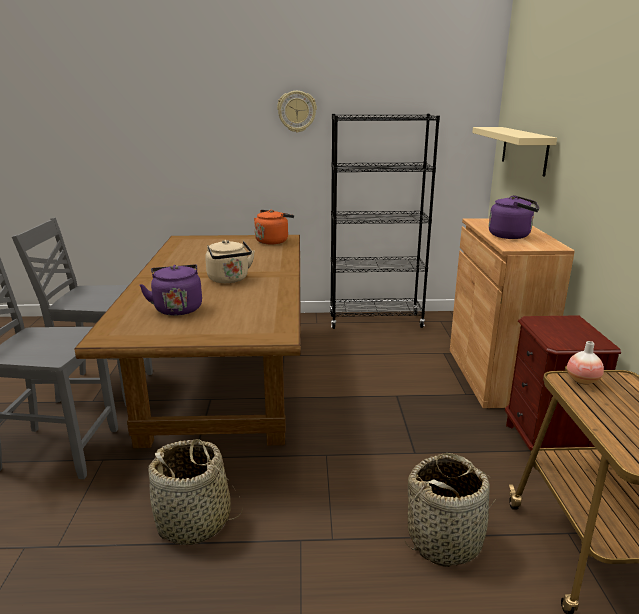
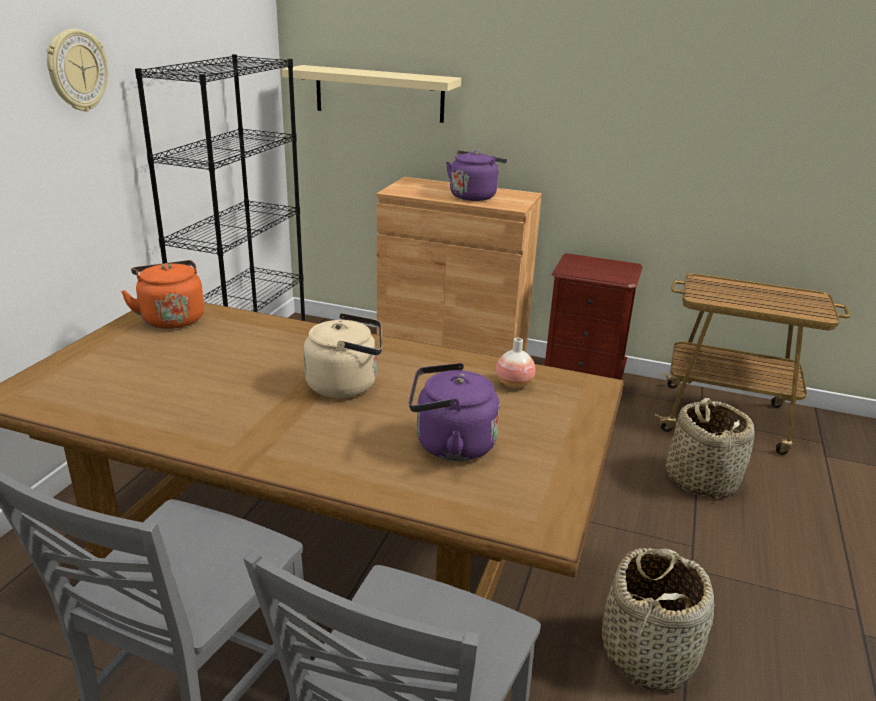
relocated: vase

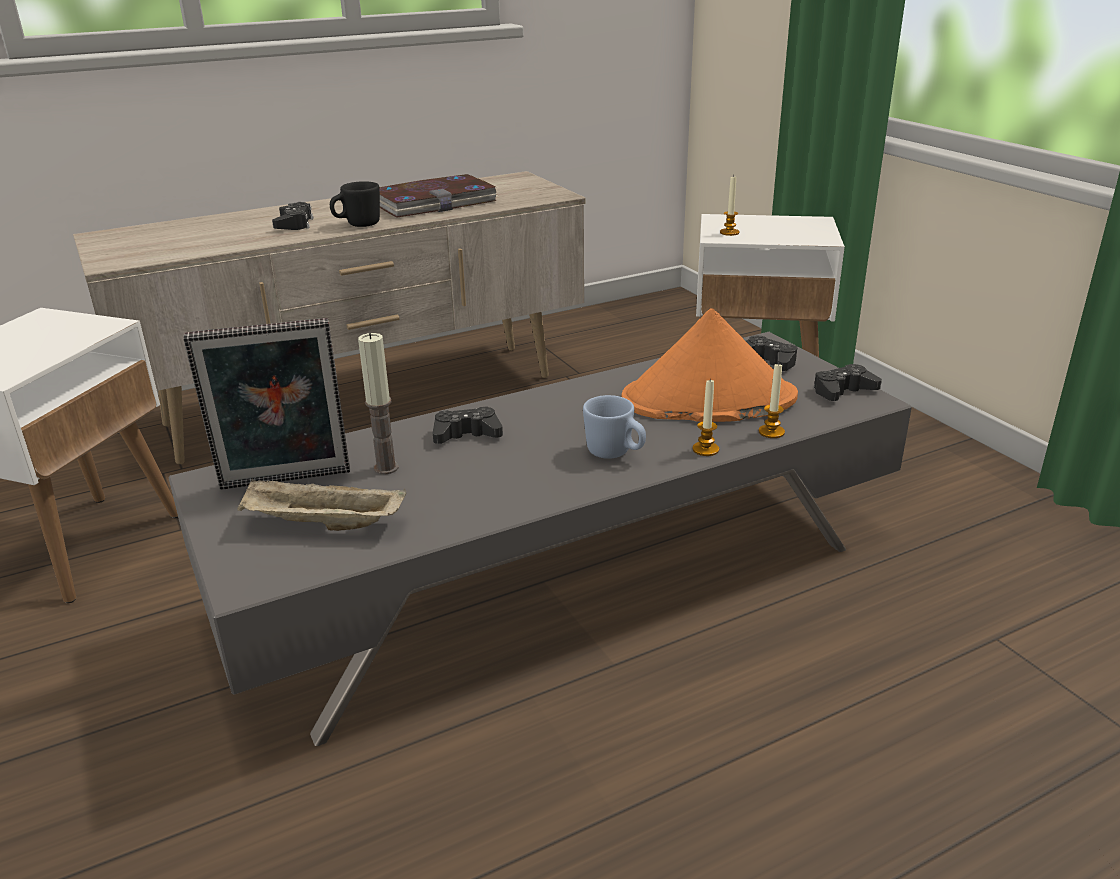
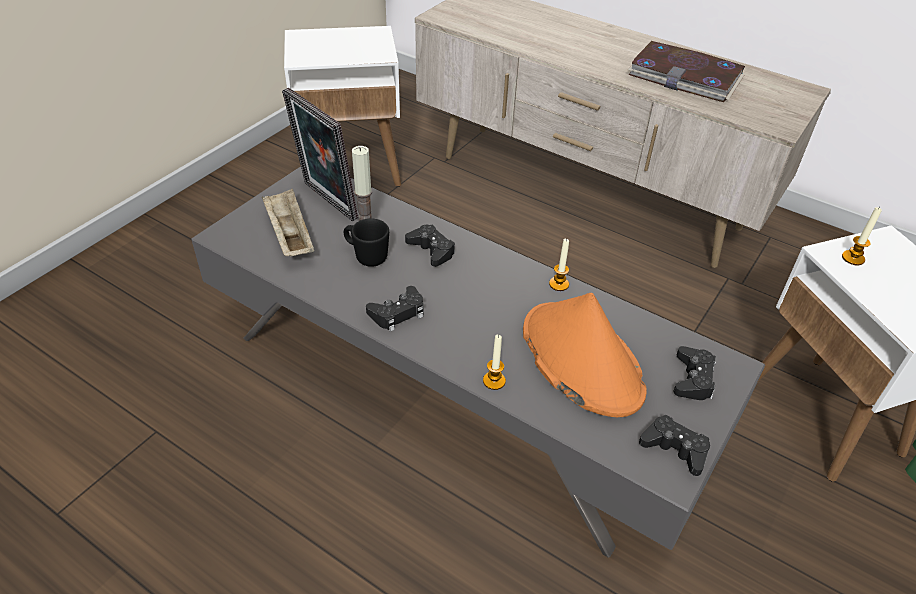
missing: blue_mug
relocated: black_game_controller (no. 1 from left); black_mug; candle (no. 4 from left in the first image) to candle (no. 3 from left)

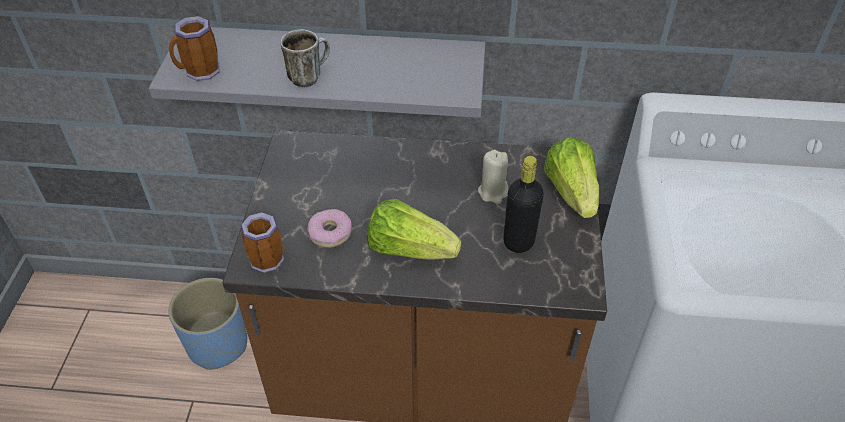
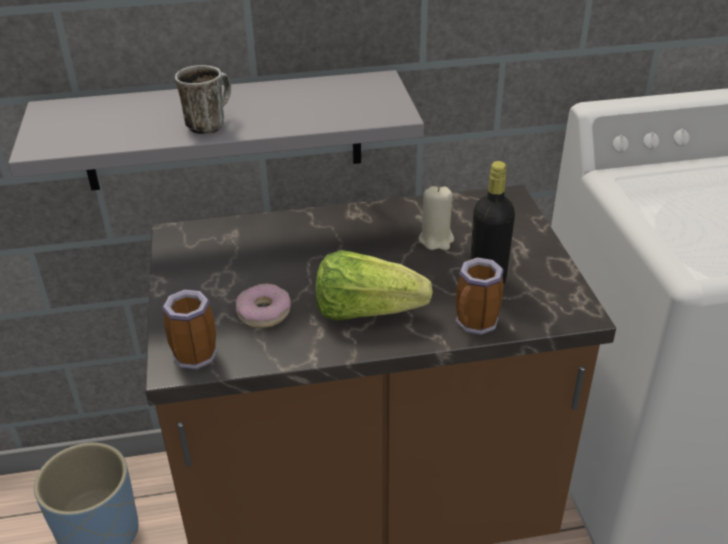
missing: lettuce (no. 2 from left)
relocated: mug (no. 1 from left in the first image) to mug (no. 3 from left)

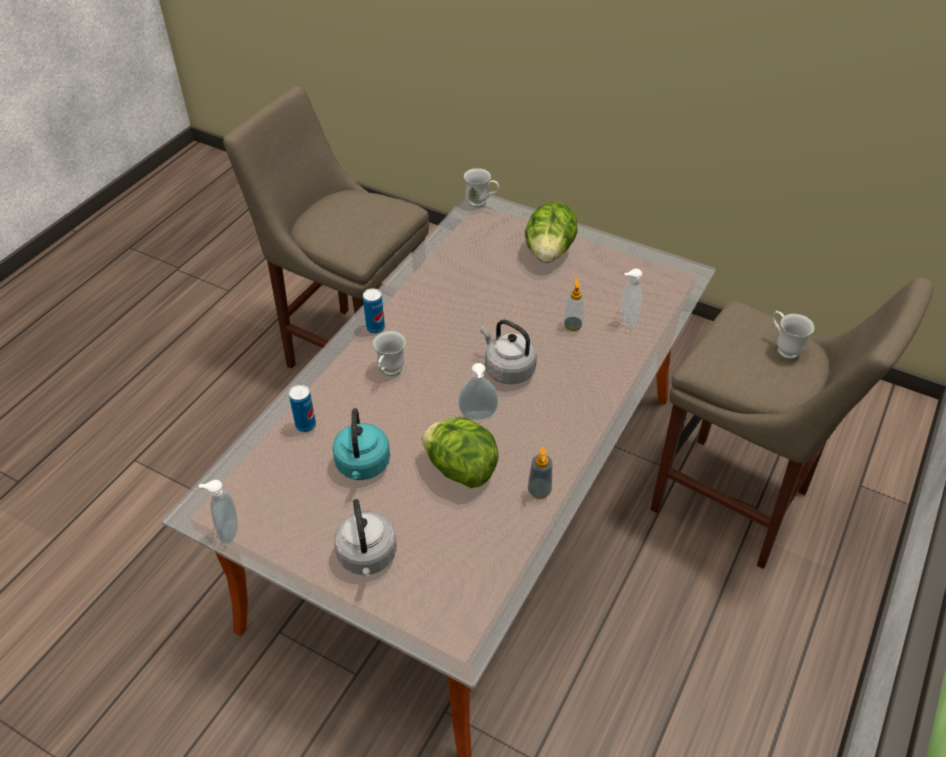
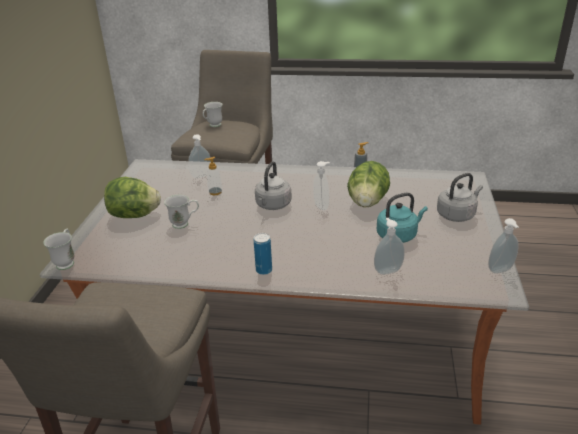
relocated: white_mug (no. 1 from left in the first image) to white_mug (no. 2 from left)
exchanged: can (no. 1 from left) to soap_dispenser (no. 5 from left)

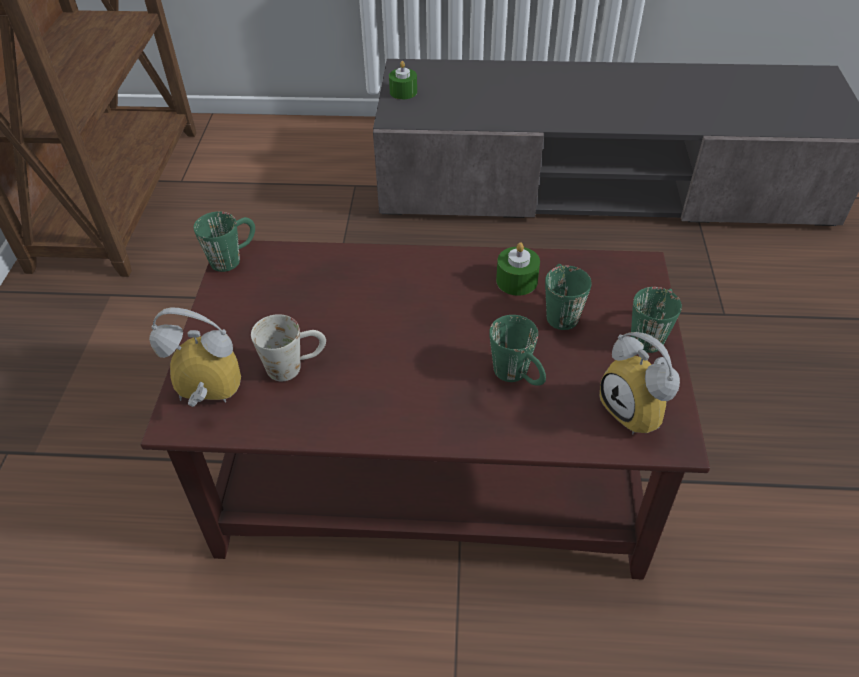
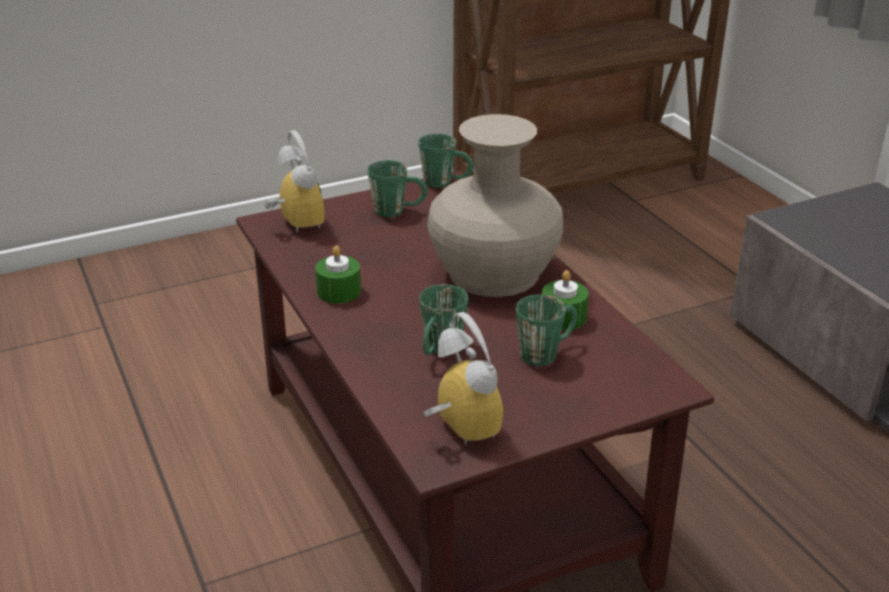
missing: white_mug
appeared: beige_vase
relocated: green_candle (no. 1 from left); green_mug (no. 4 from left in the first image) to green_mug (no. 1 from left)
spun: alarm_clock (no. 2 from left) 120 degrees clockwise

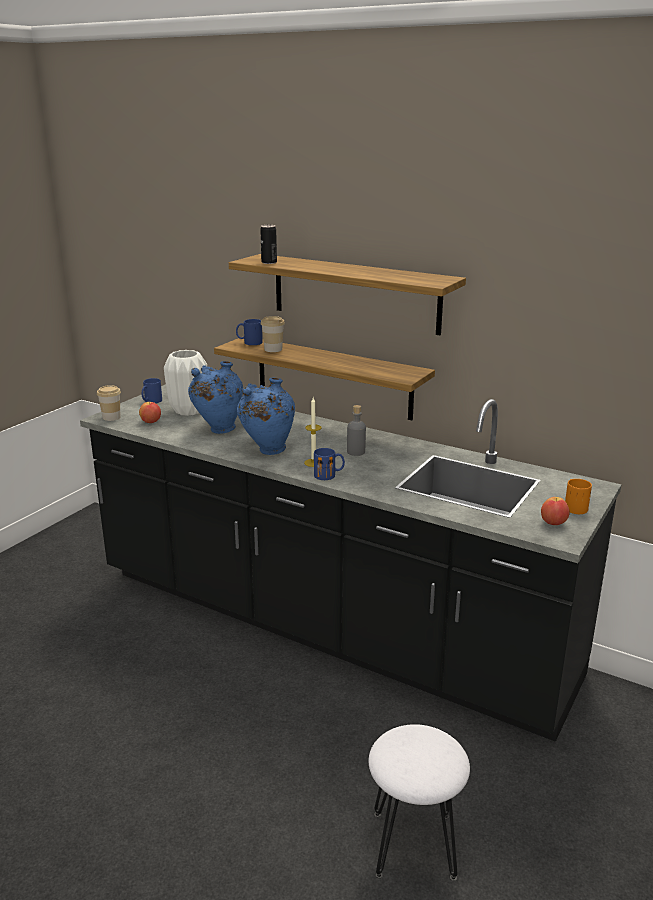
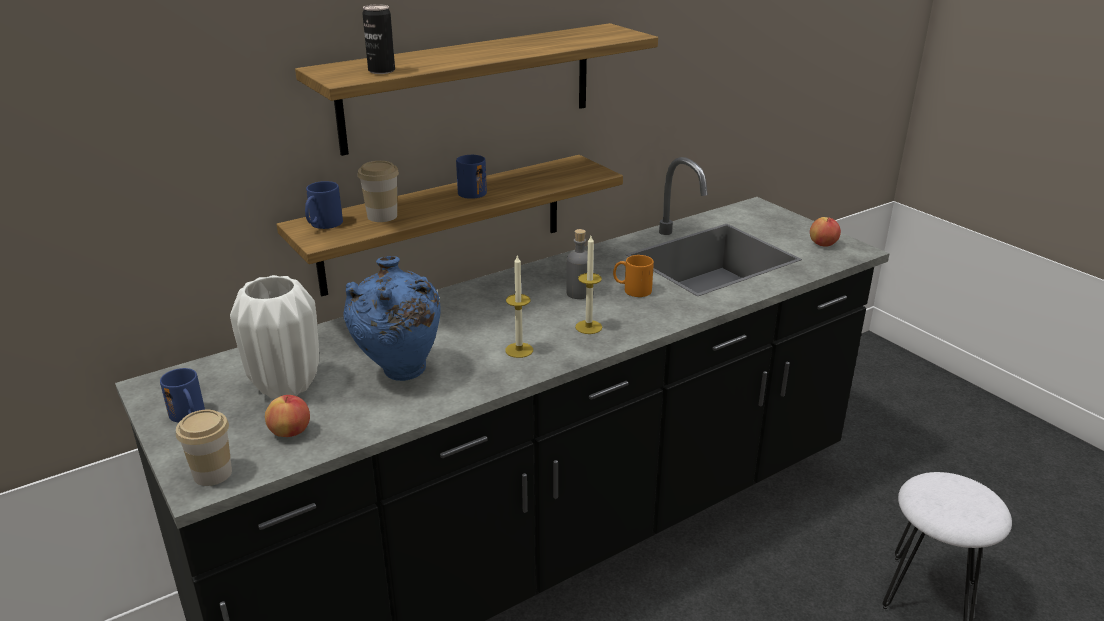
relocated: blue_mug (no. 3 from left); orange_mug
exchanged: blue_vase (no. 2 from left) to candle (no. 1 from left)

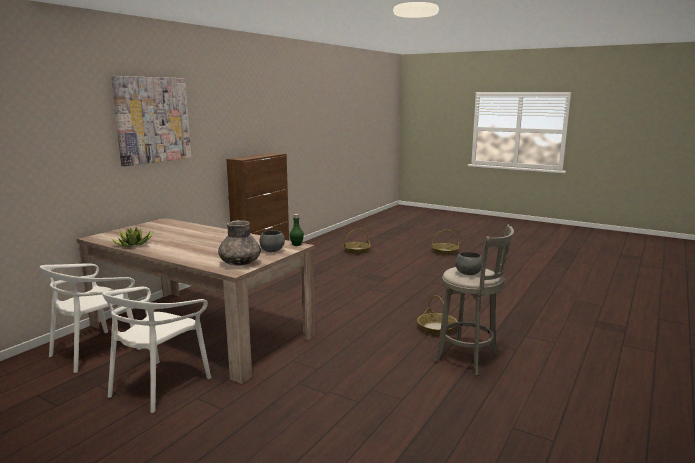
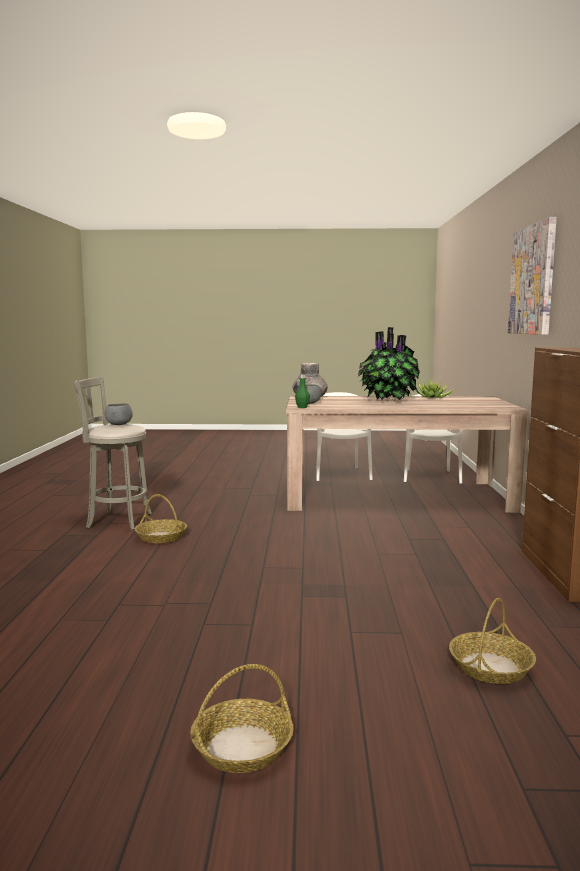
appeared: potted_plant (no. 1 from left)

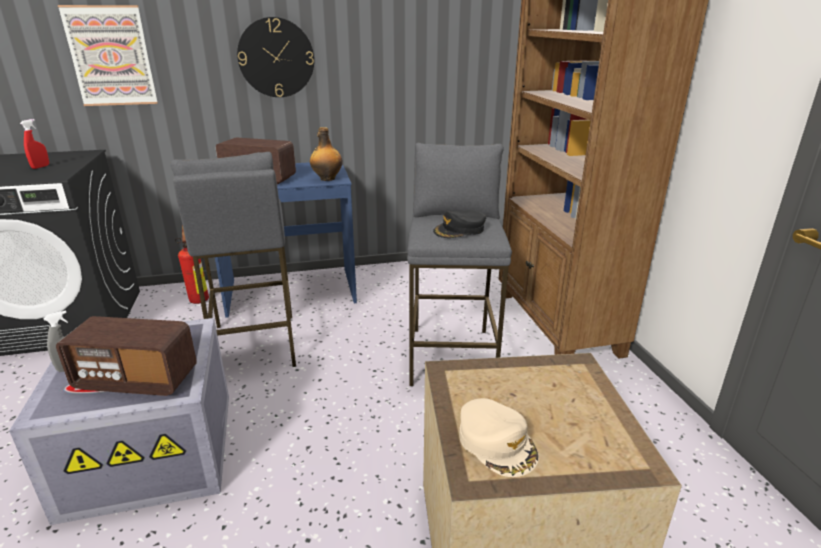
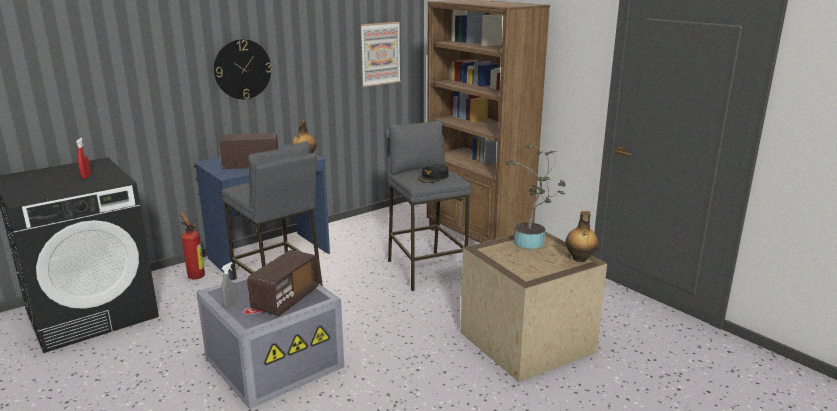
missing: beige_cap
appeared: potted_plant; bottle (no. 2 from left)
relocated: picture
spun: radio (no. 1 from left in the first image) 45 degrees counterclockwise

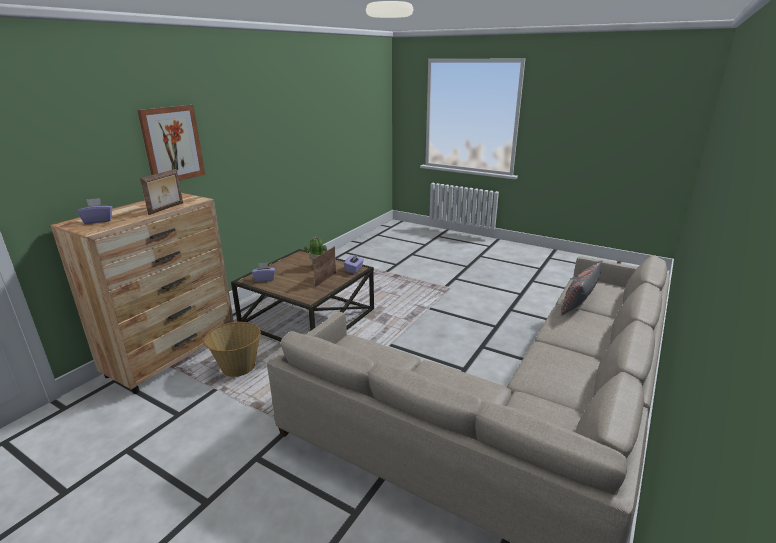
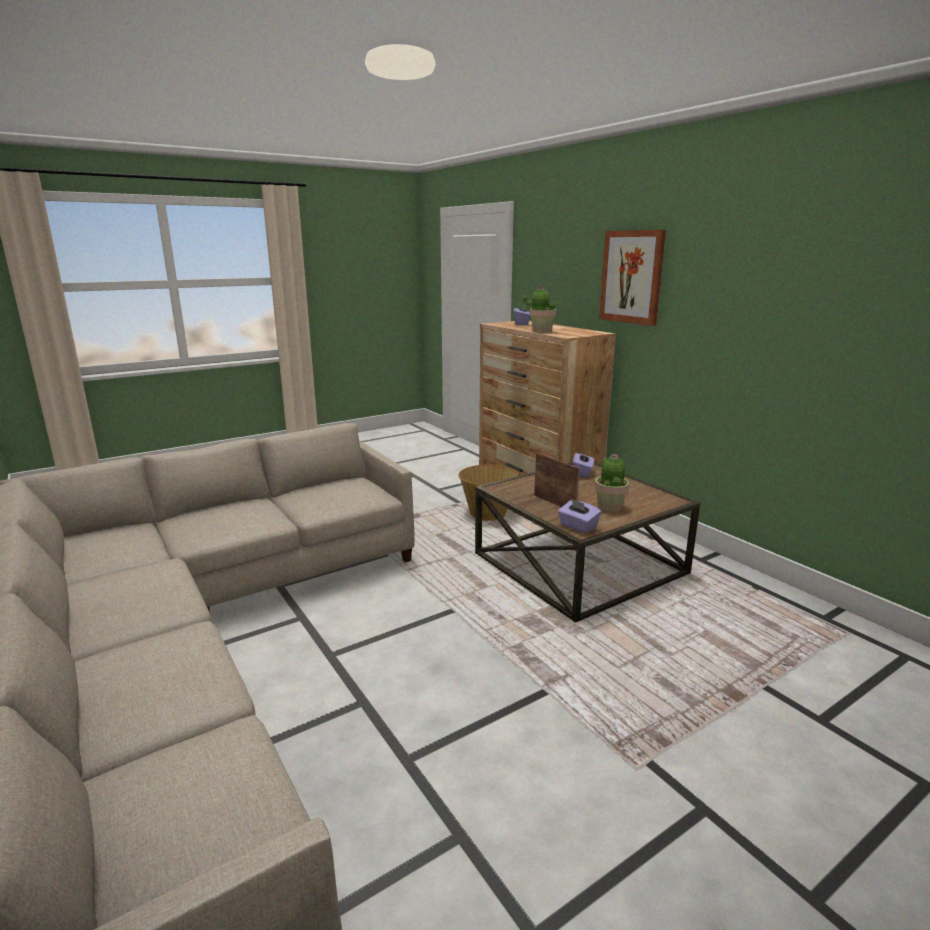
missing: grey_pillow
exchanged: picture_frame (no. 1 from left) to potted_plant (no. 1 from left)

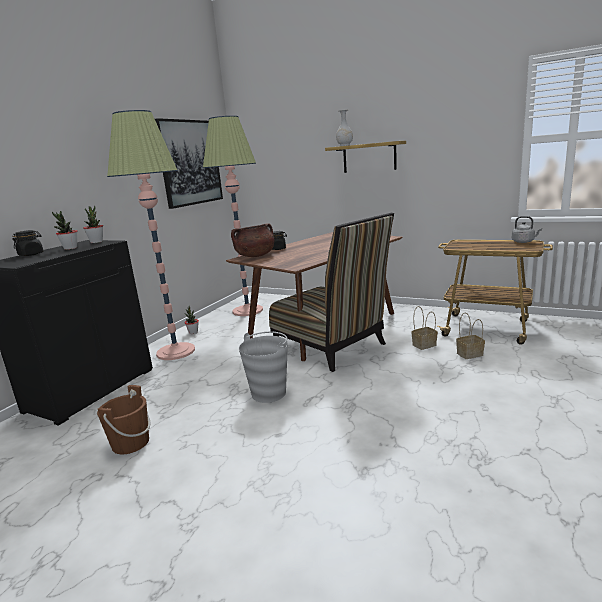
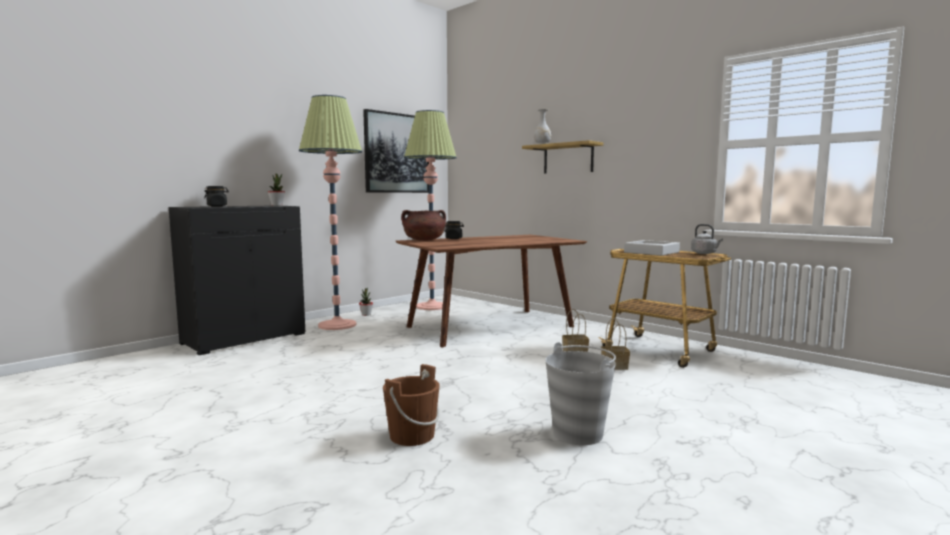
missing: potted_plant (no. 1 from left); chair
appeared: grey_tray
relocated: brown_bucket; grey_bucket

